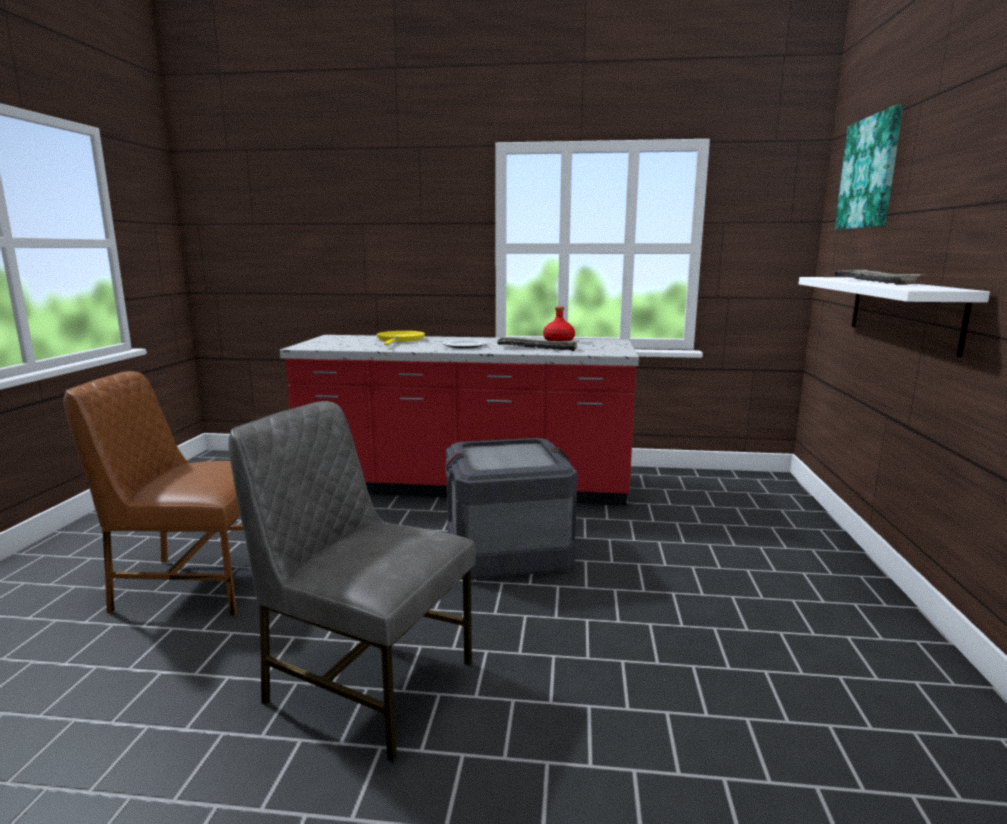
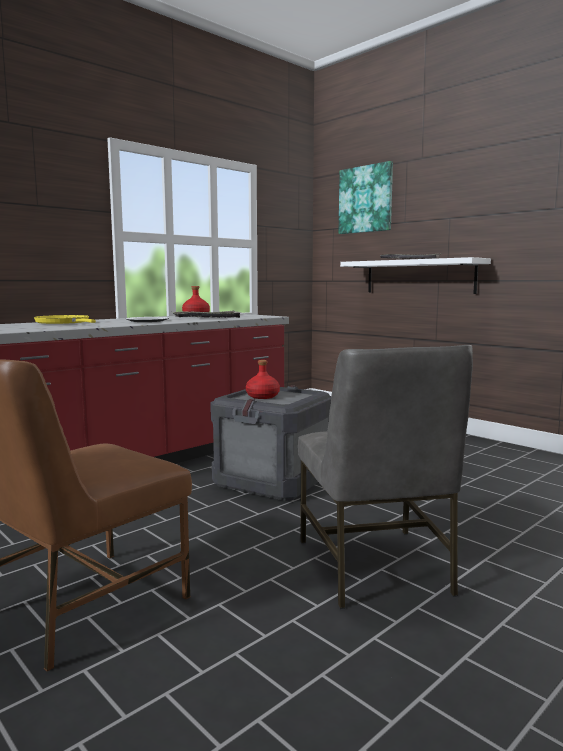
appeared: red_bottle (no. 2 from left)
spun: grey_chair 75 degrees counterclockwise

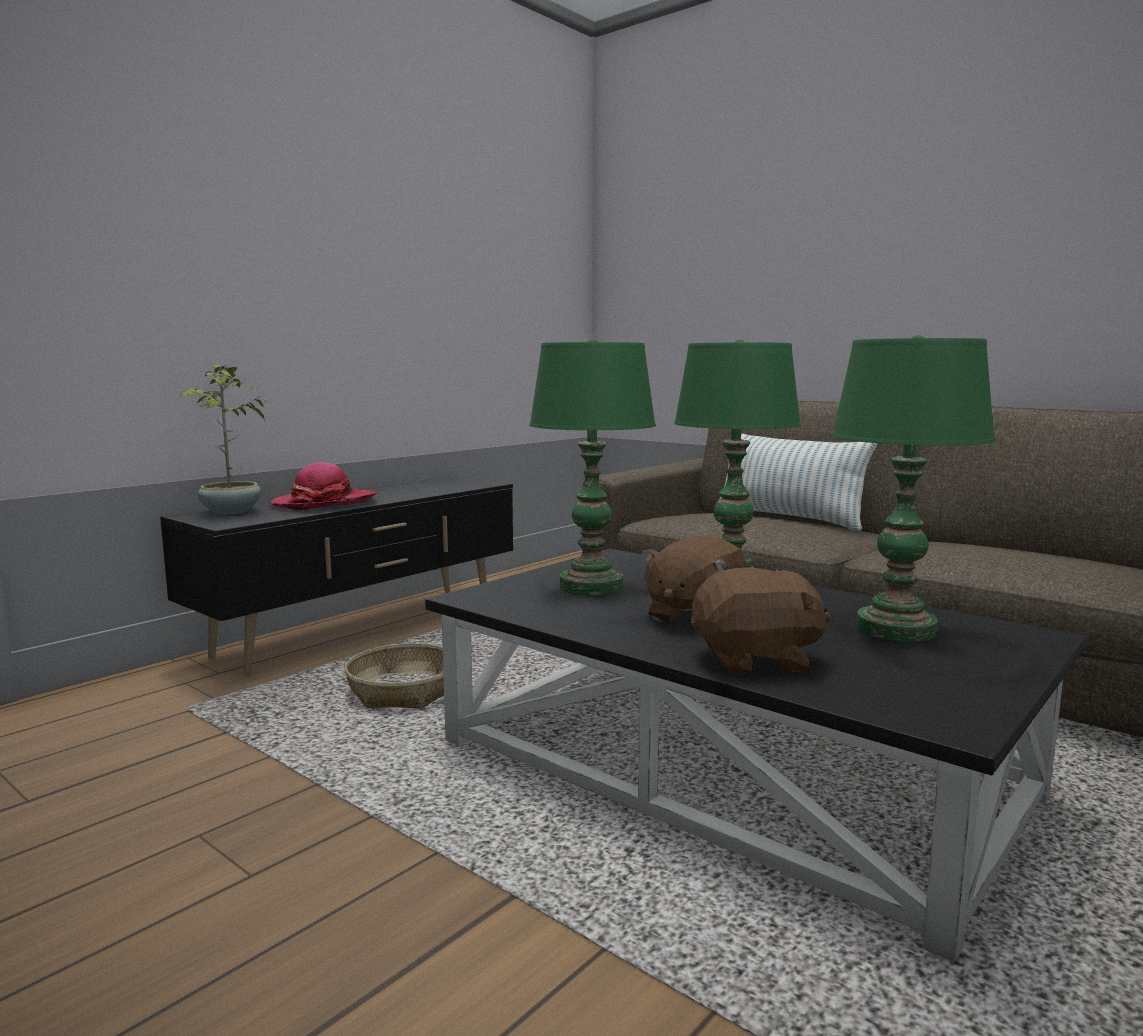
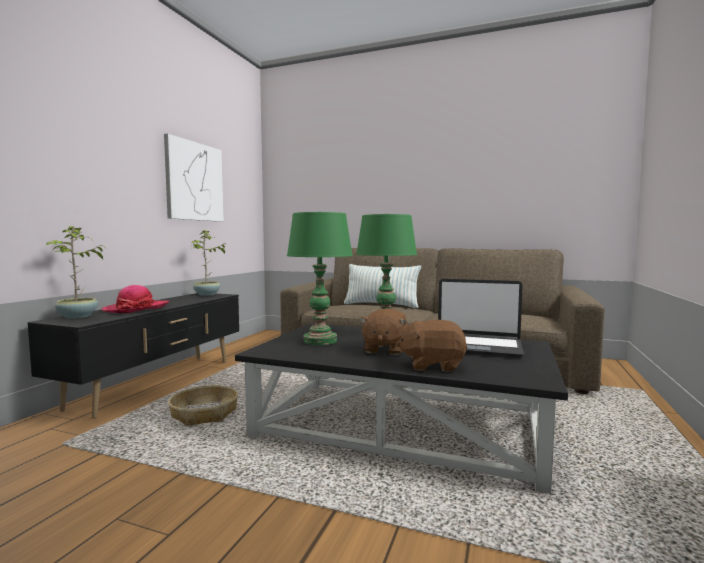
appeared: picture; potted_plant (no. 2 from left)
exchanged: green_table_lamp (no. 3 from left) to laptop
spun: brown_plush_toy (no. 2 from left) 150 degrees counterclockwise

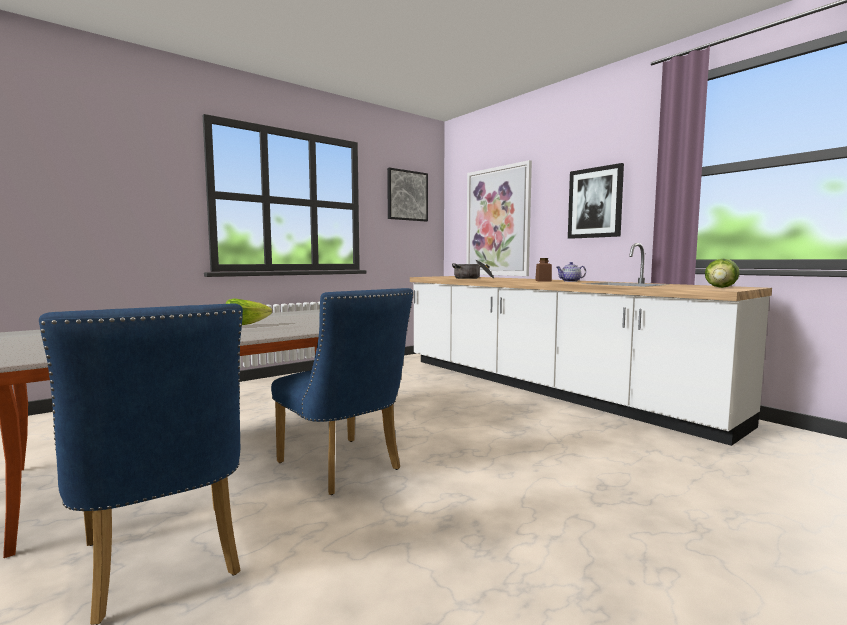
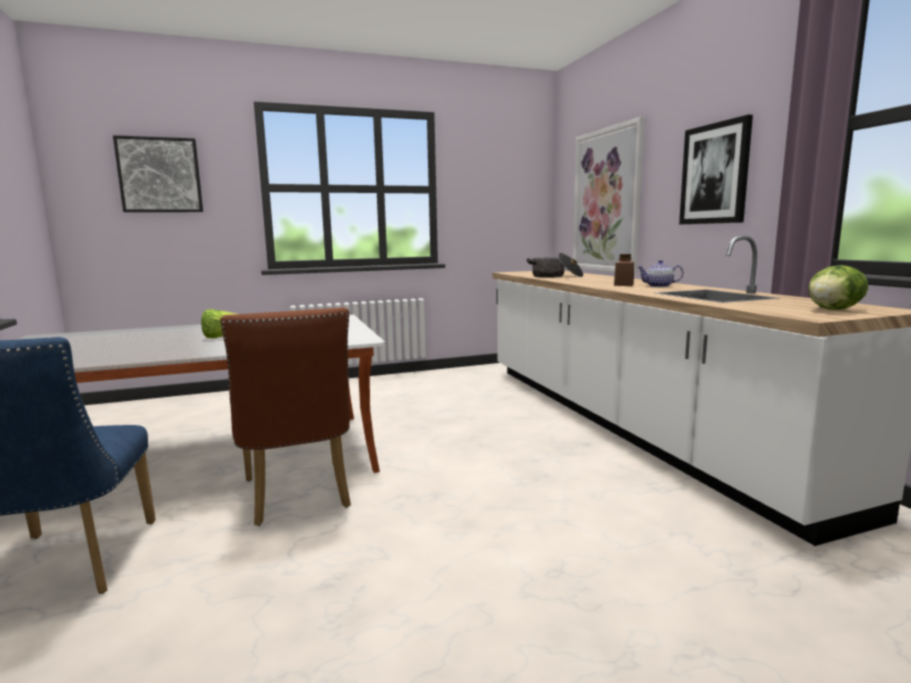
relocated: picture (no. 1 from left)
colour: blue_chair (no. 2 from left) to brown_chair

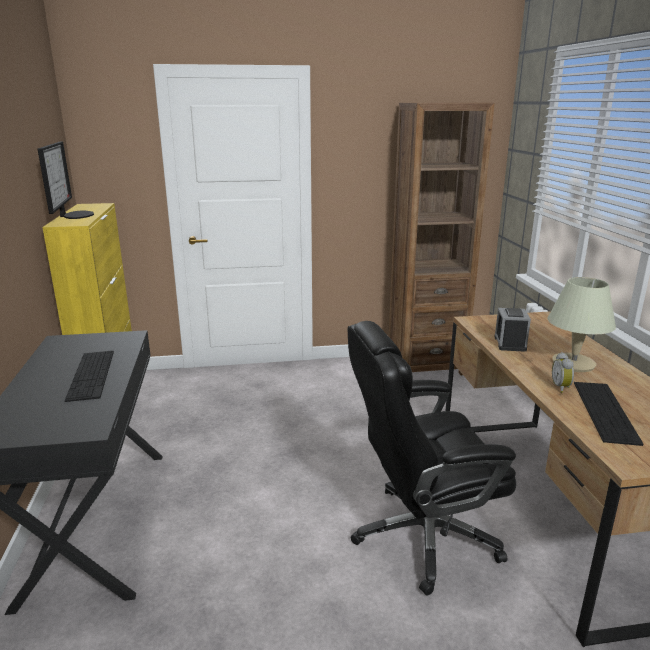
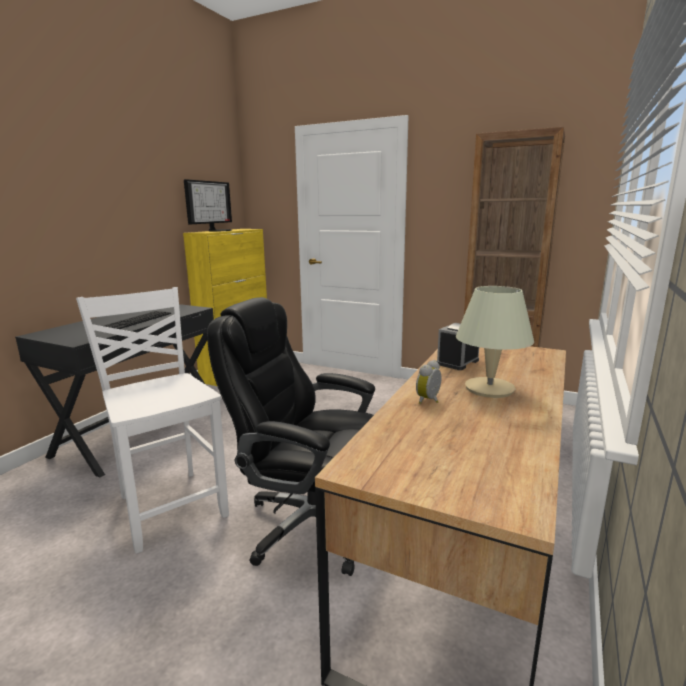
missing: keyboard (no. 2 from left)
appeared: white_chair

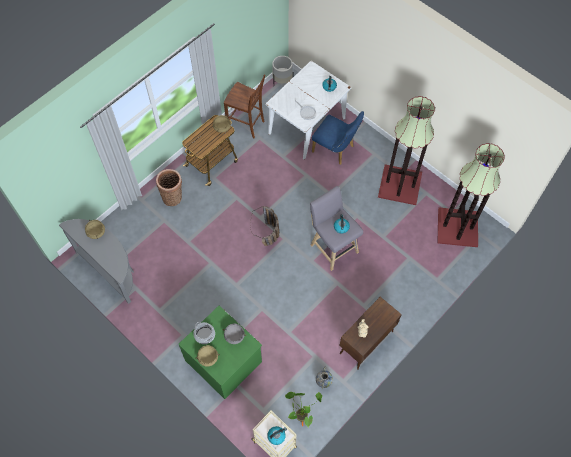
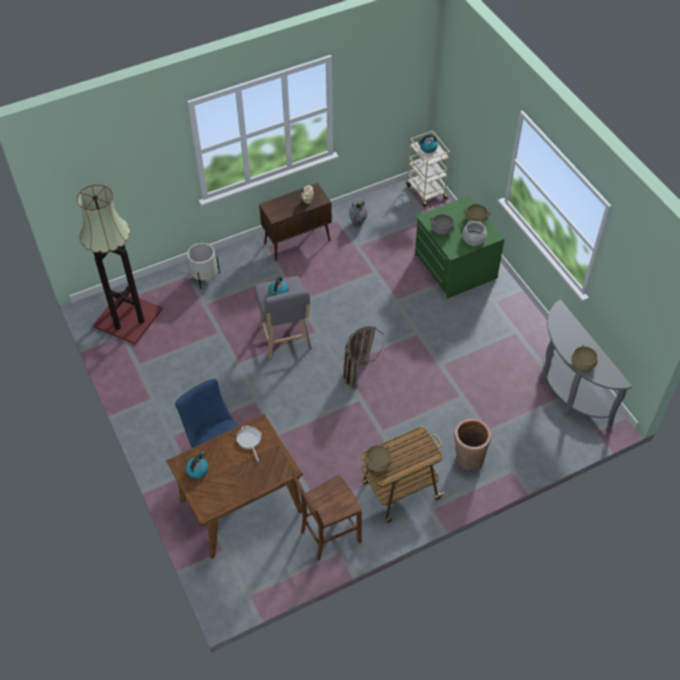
missing: potted_plant; floor_lamp (no. 1 from left)
relocated: white_planter
colour: white_dining_table to brown_dining_table
spun: brown_chair 75 degrees counterclockwise

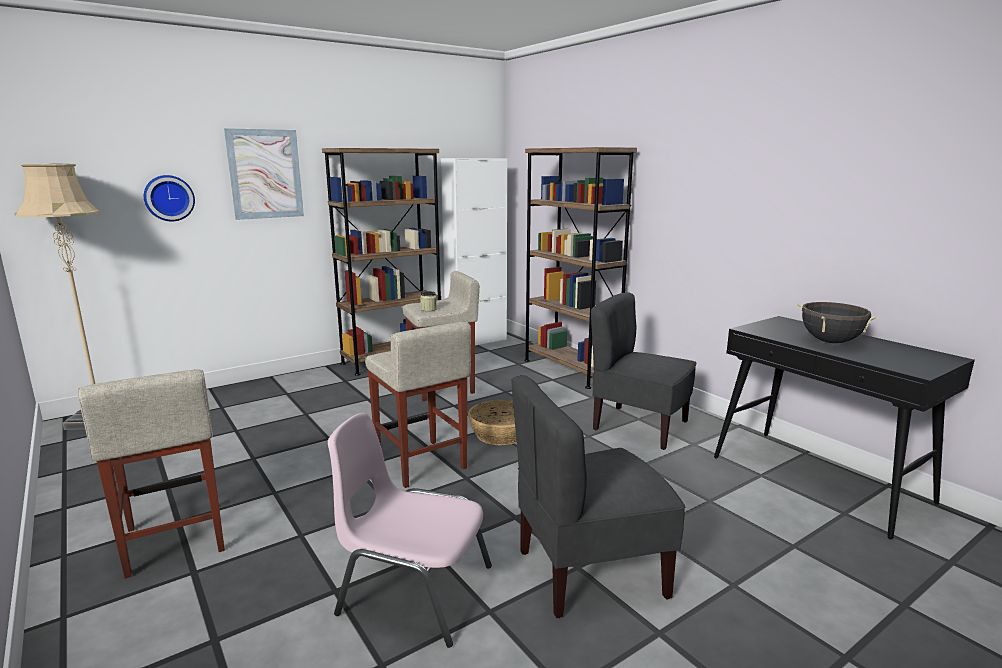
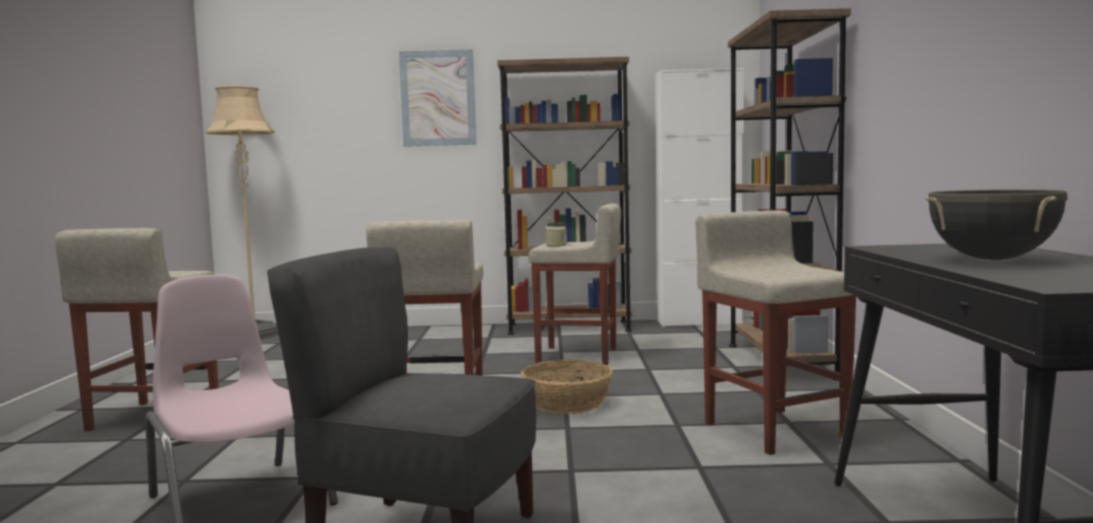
missing: wall_clock
exchanged: grey_chair (no. 2 from left) to beige_stool (no. 4 from left)

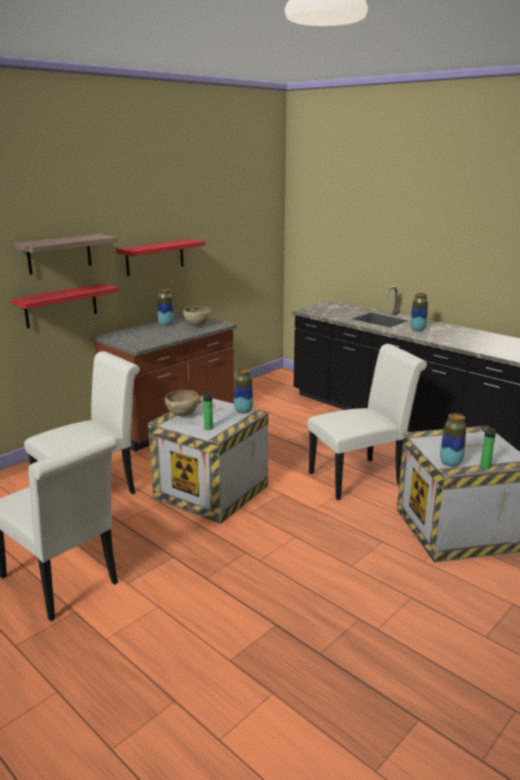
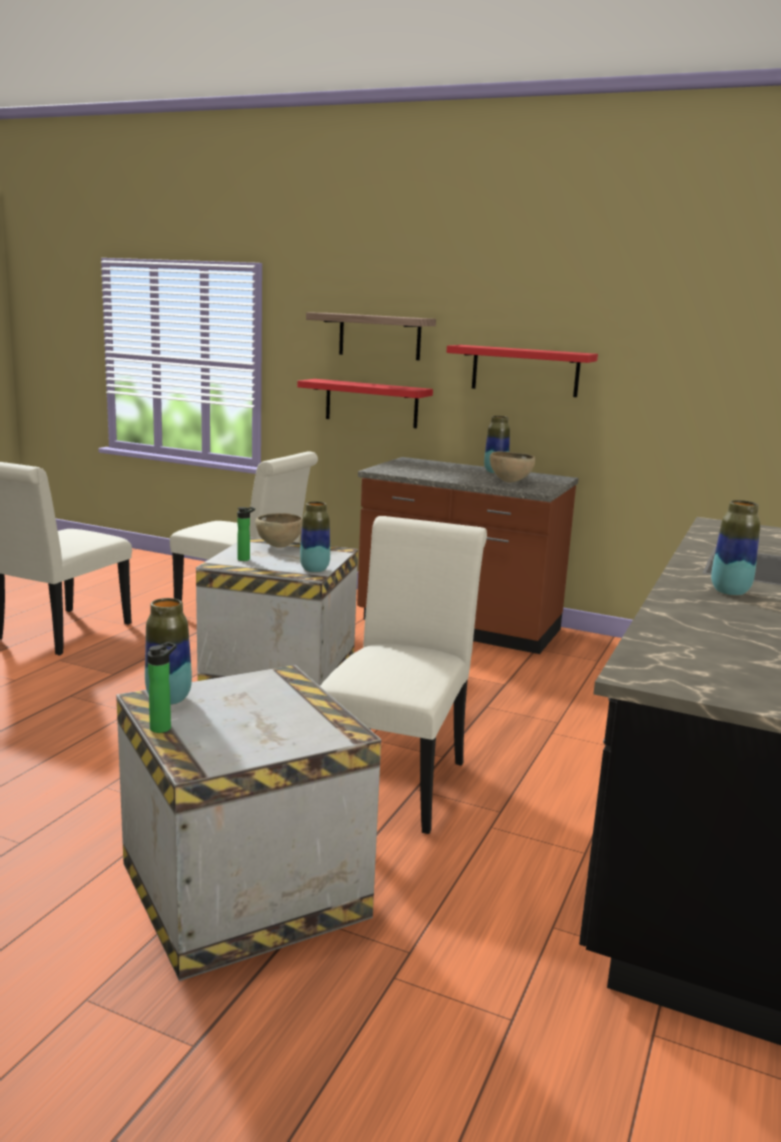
spun: white_chair (no. 3 from left) 120 degrees counterclockwise

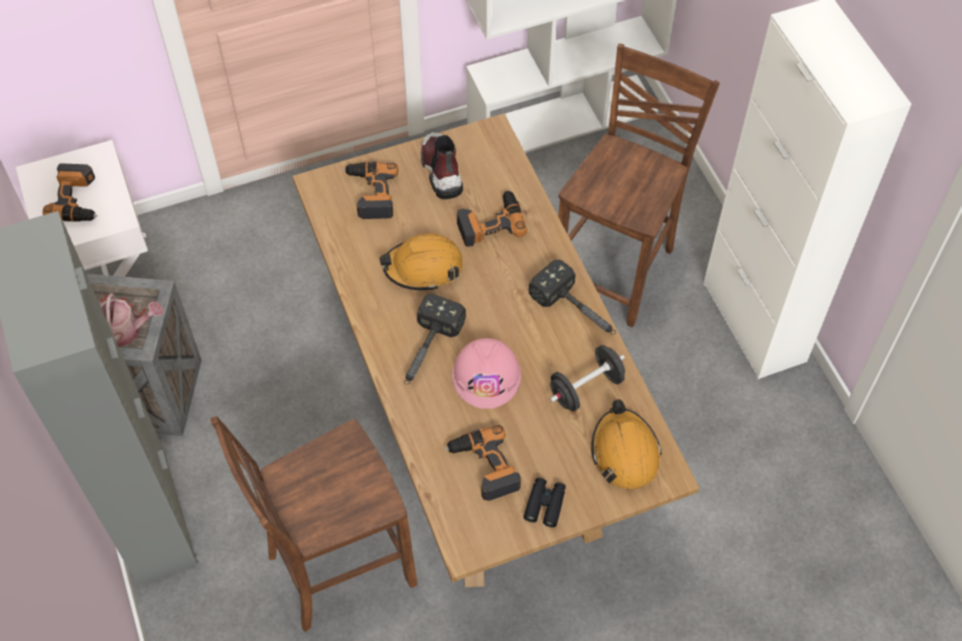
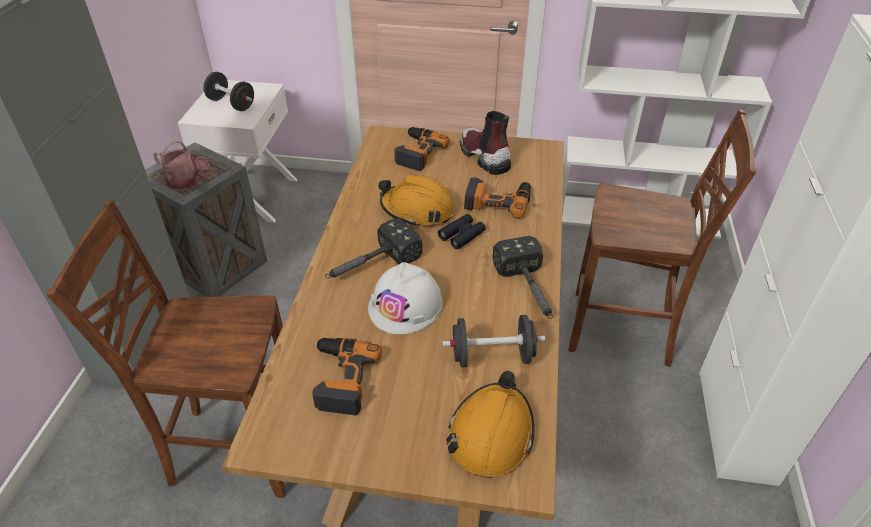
relocated: black_binoculars
exchanged: power_drill (no. 1 from left) to black_dumbbell (no. 1 from left)
colour: pink_hard_hat to white_hard_hat
spun: boot 45 degrees counterclockwise; brown_chair (no. 2 from left) 45 degrees clockwise

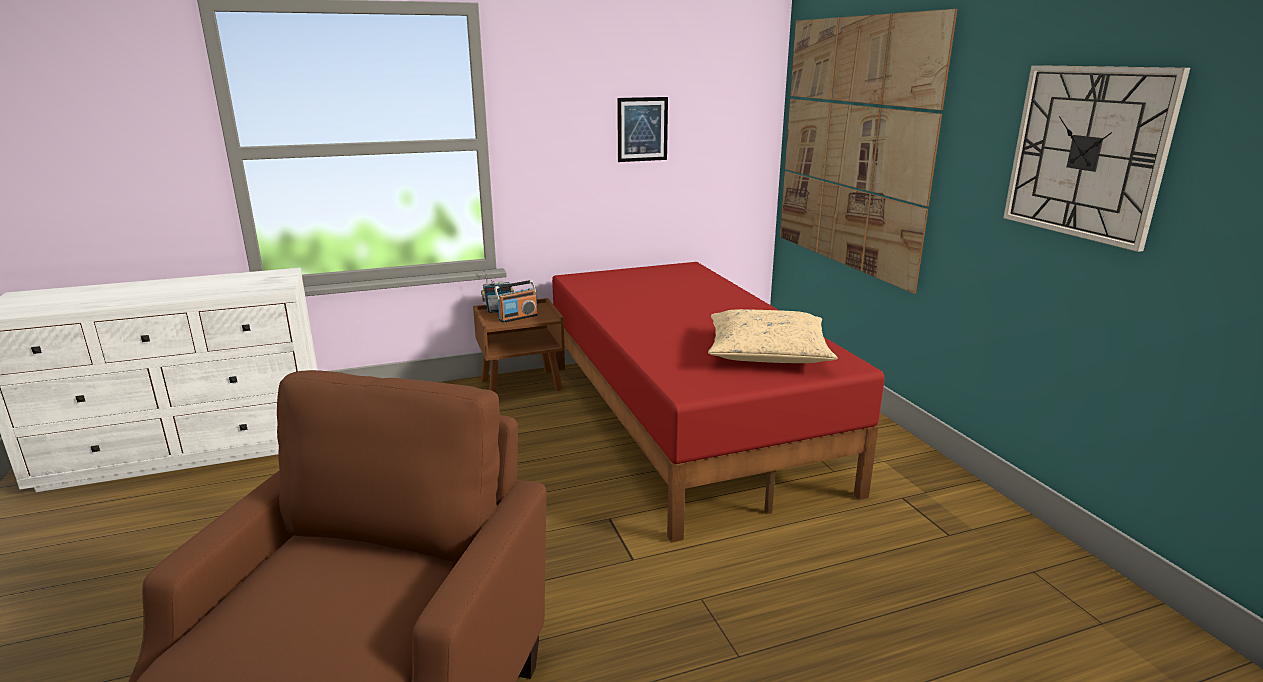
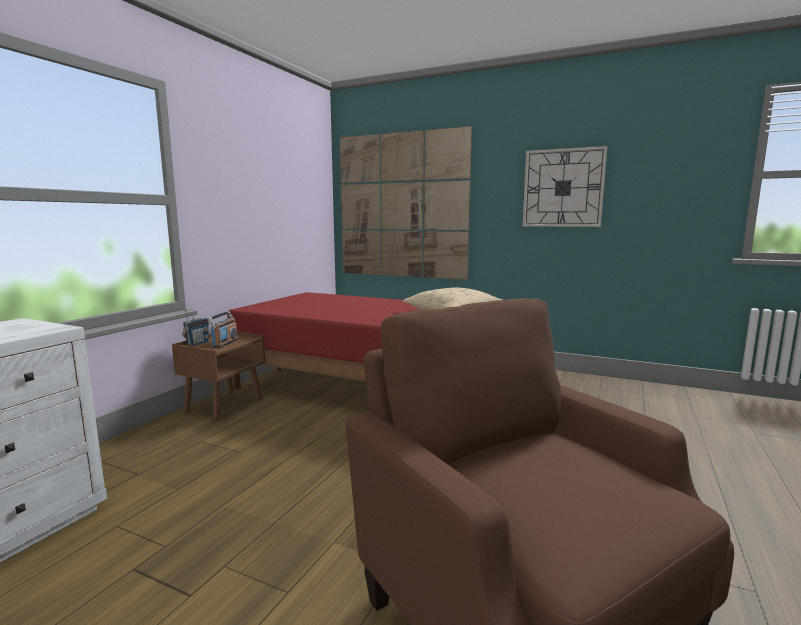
missing: picture (no. 1 from left)

